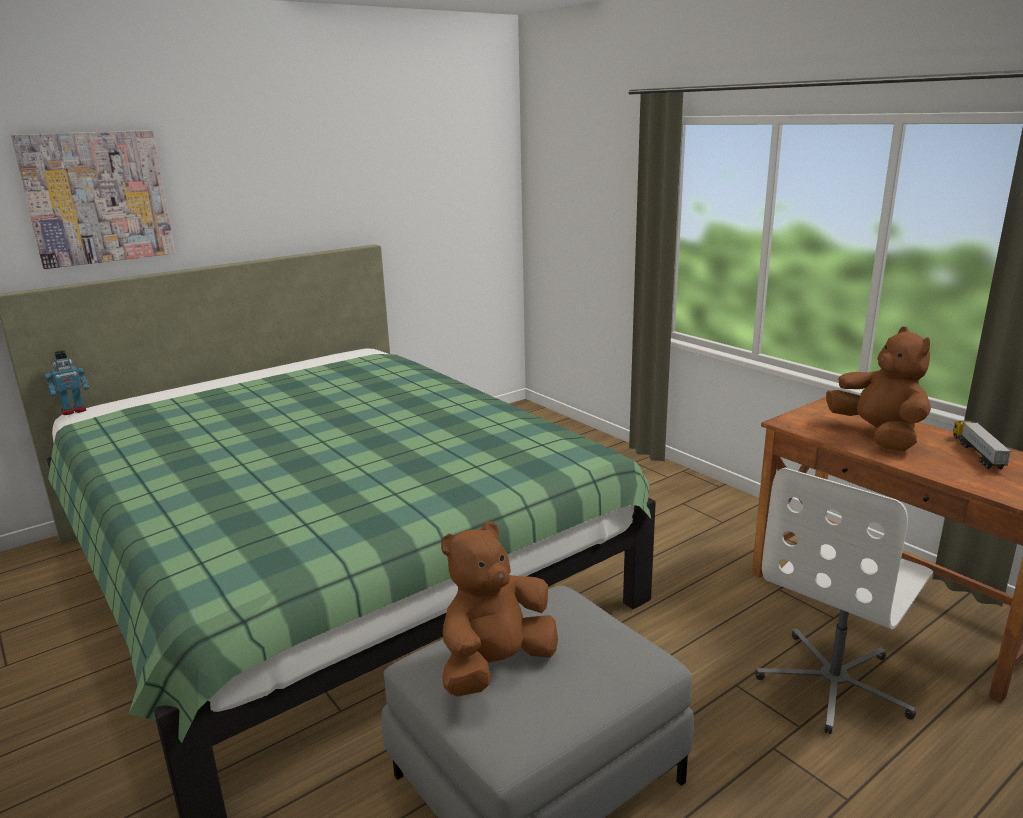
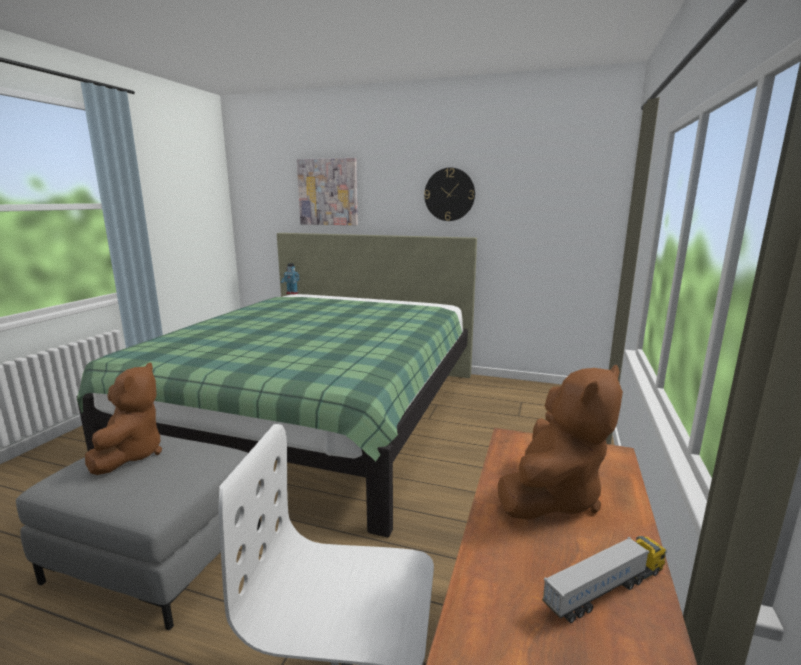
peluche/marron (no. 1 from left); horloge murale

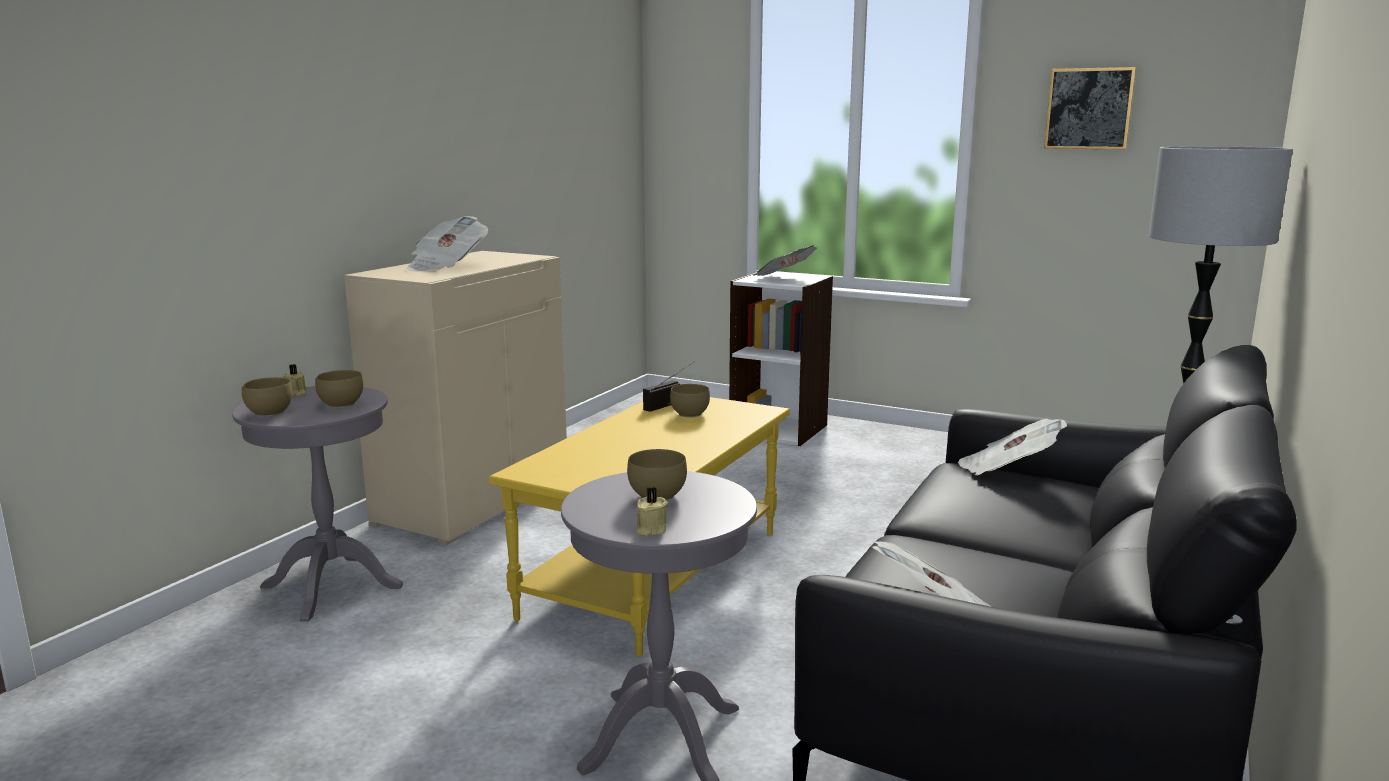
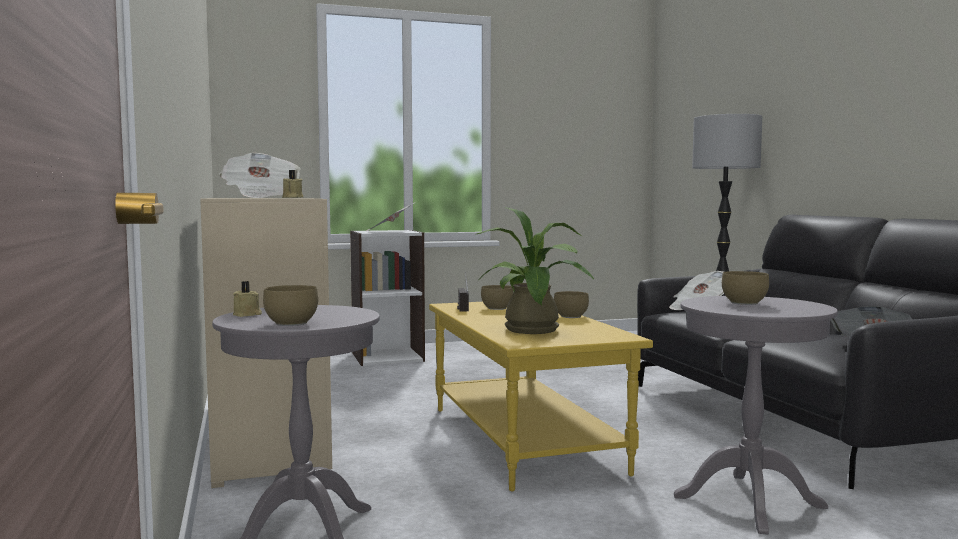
bougie/beige (no. 2 from left); plante en pot; bol/marron (no. 3 from left); tableau

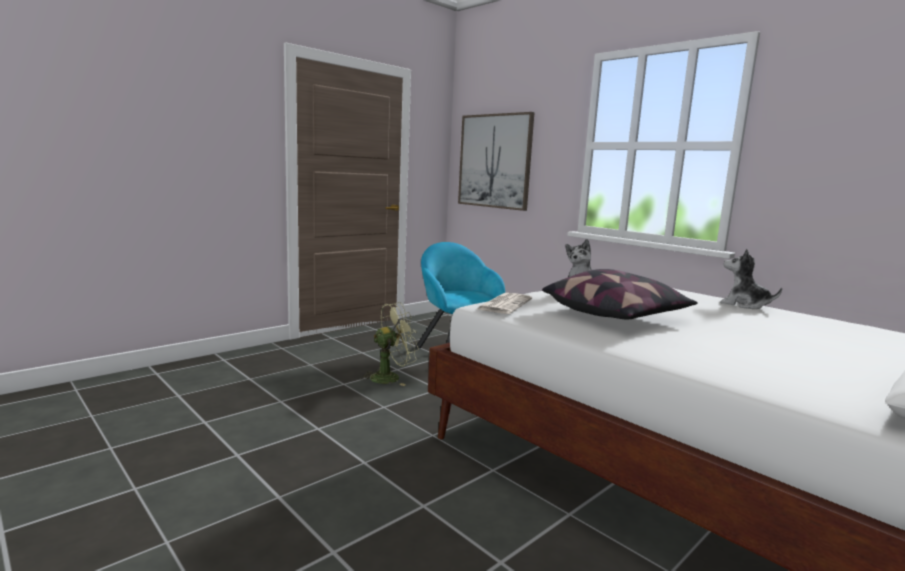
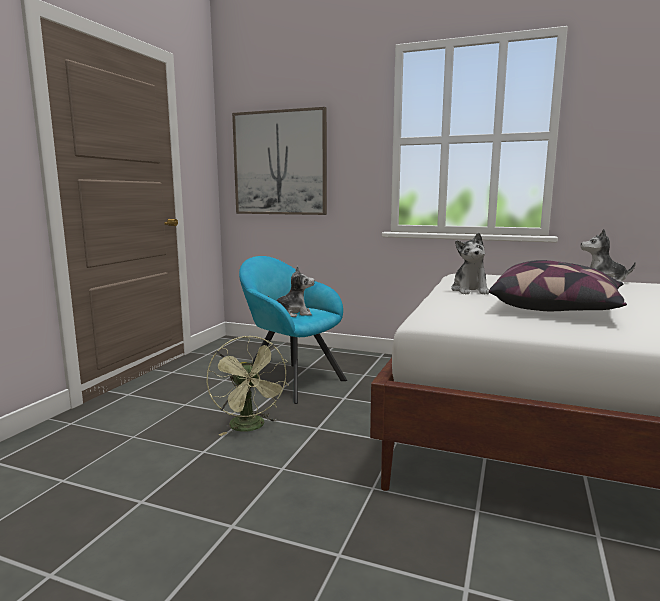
ventilateur/vert; peluche (no. 1 from left); journal

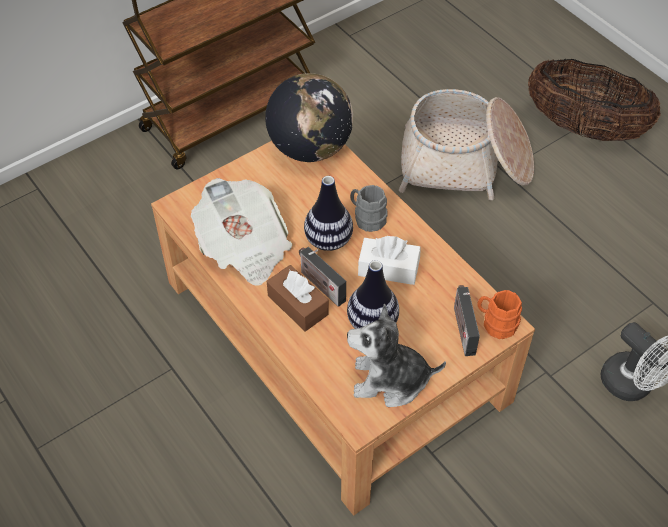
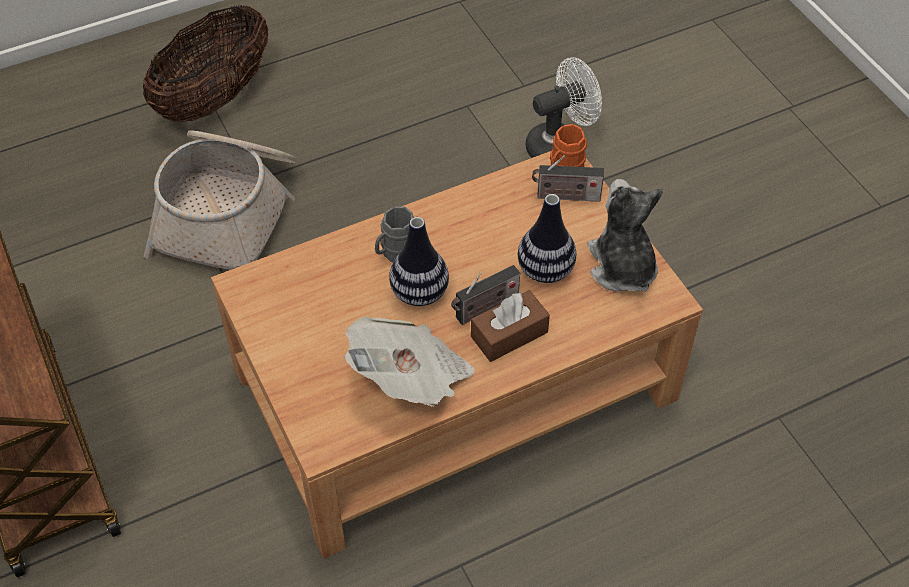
peluche; globe; boîte à mouchoirs/blanc

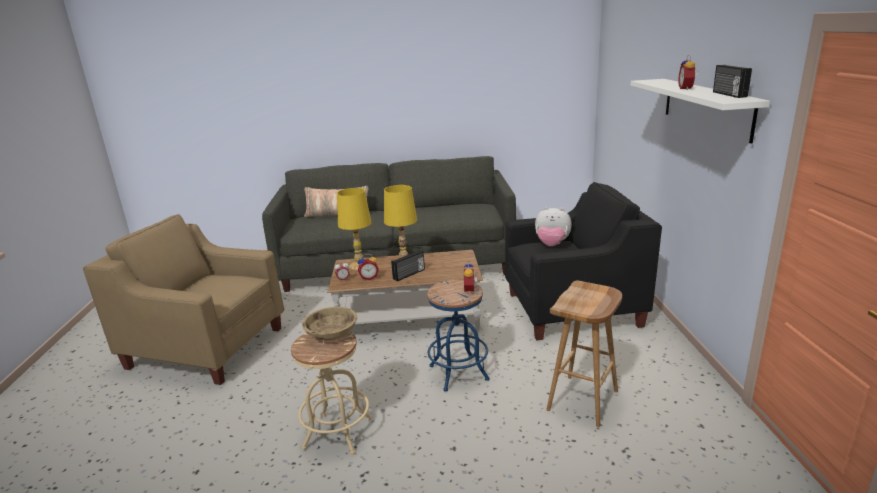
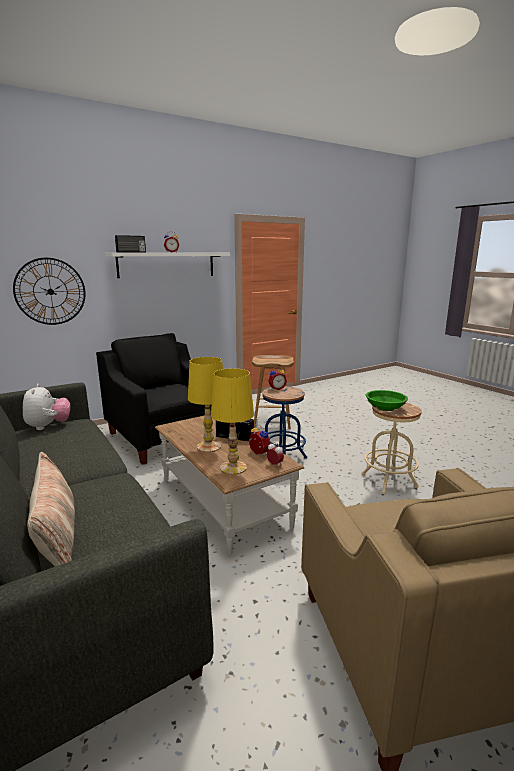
horloge murale; peluche; radio (no. 1 from left); bol/vert

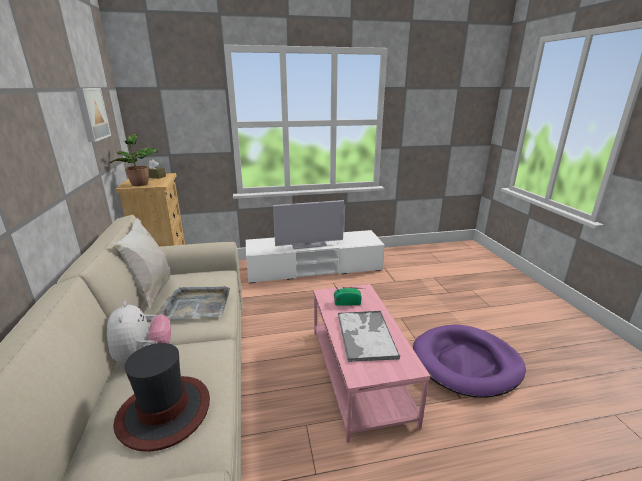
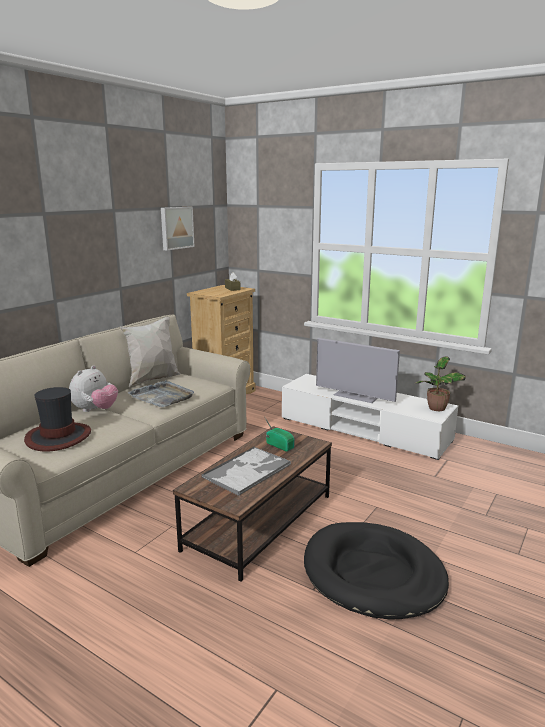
table basse/marron; panier pour chien/noir; plante en pot

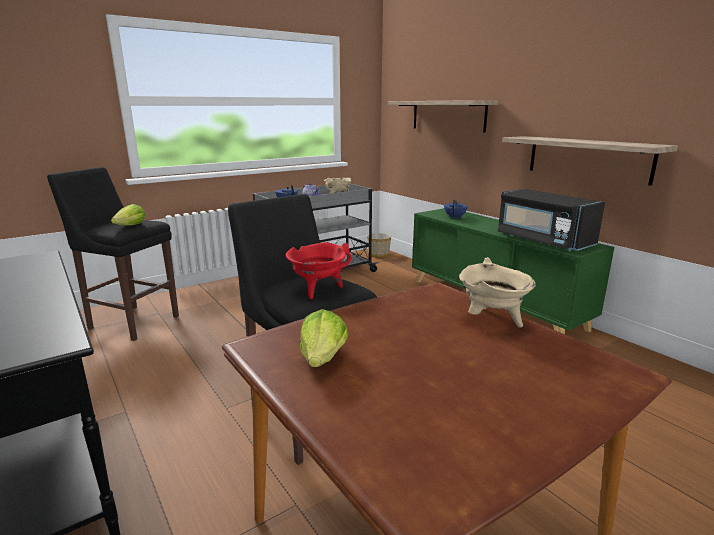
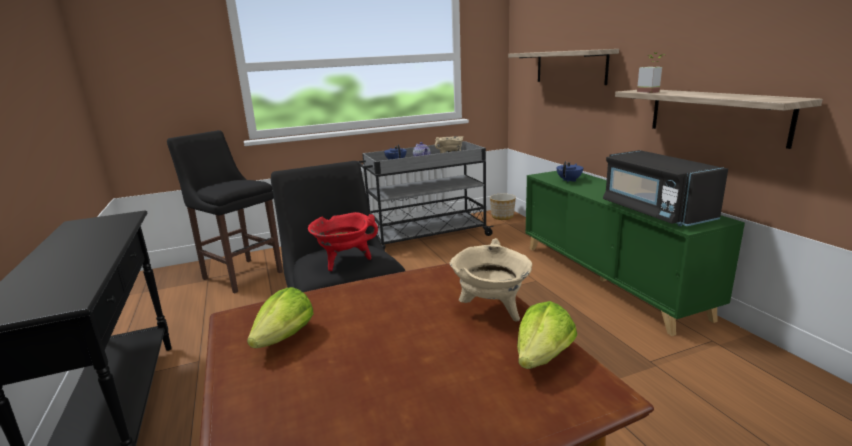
laitue (no. 2 from left); plante en pot

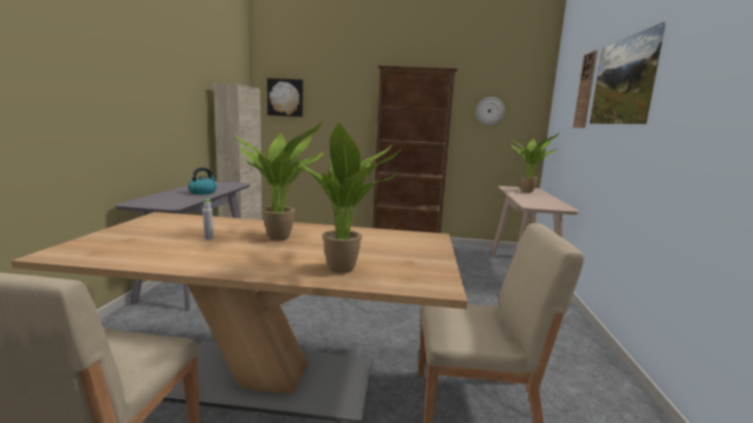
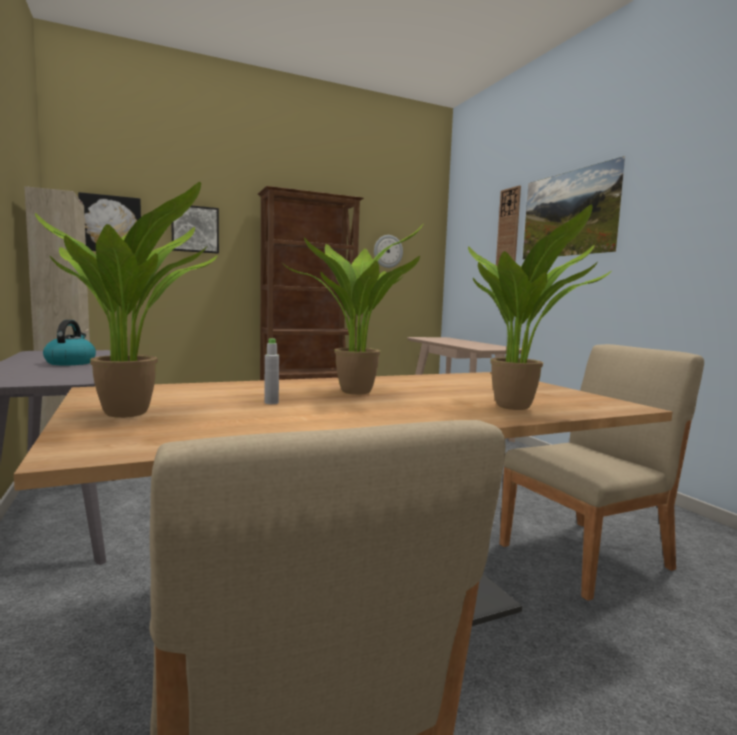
plante en pot (no. 1 from left); tableau (no. 2 from left)

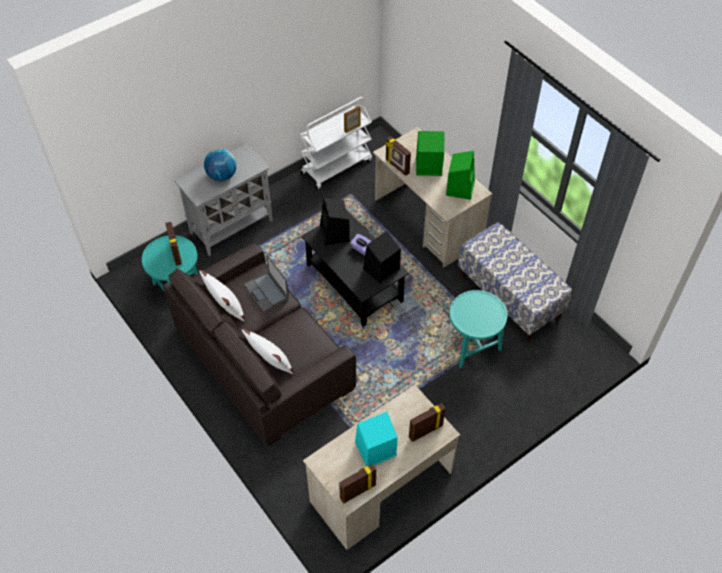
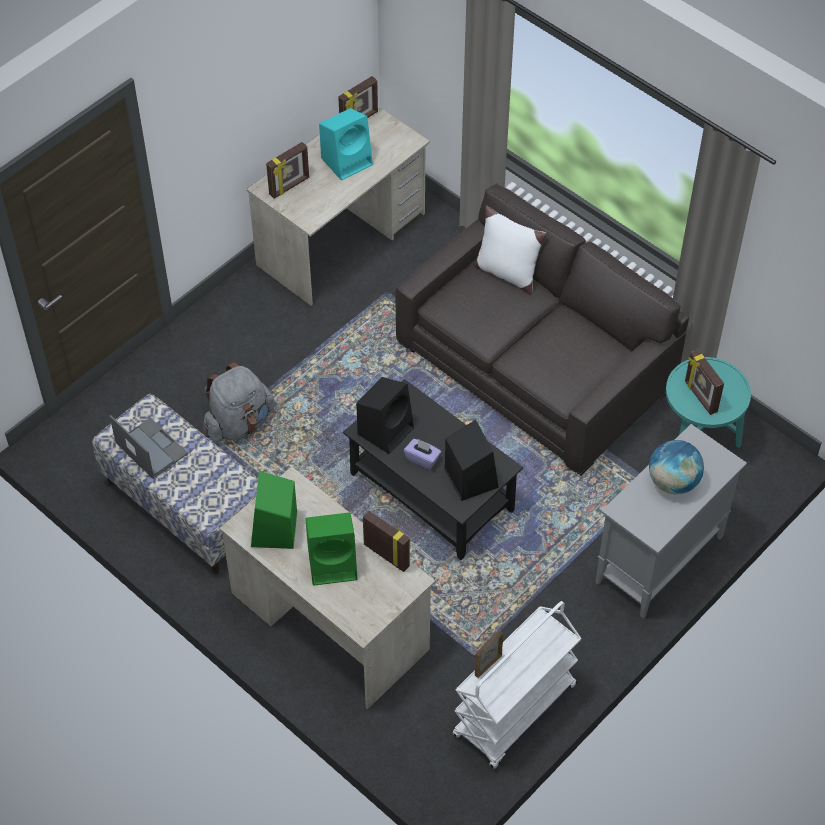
ordinateur portable; sac à dos/gris; coussin/blanc (no. 1 from left in the first image)

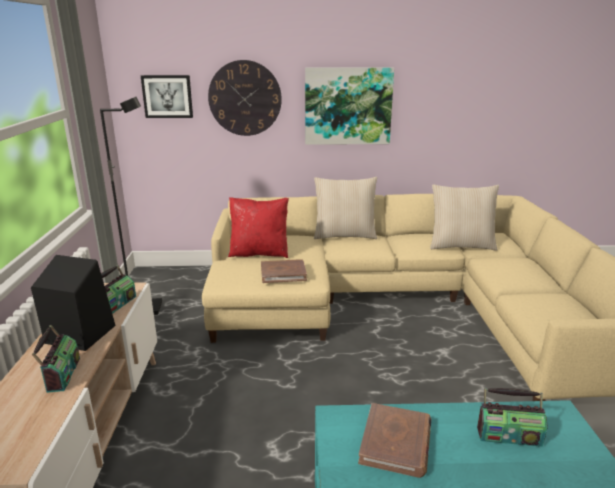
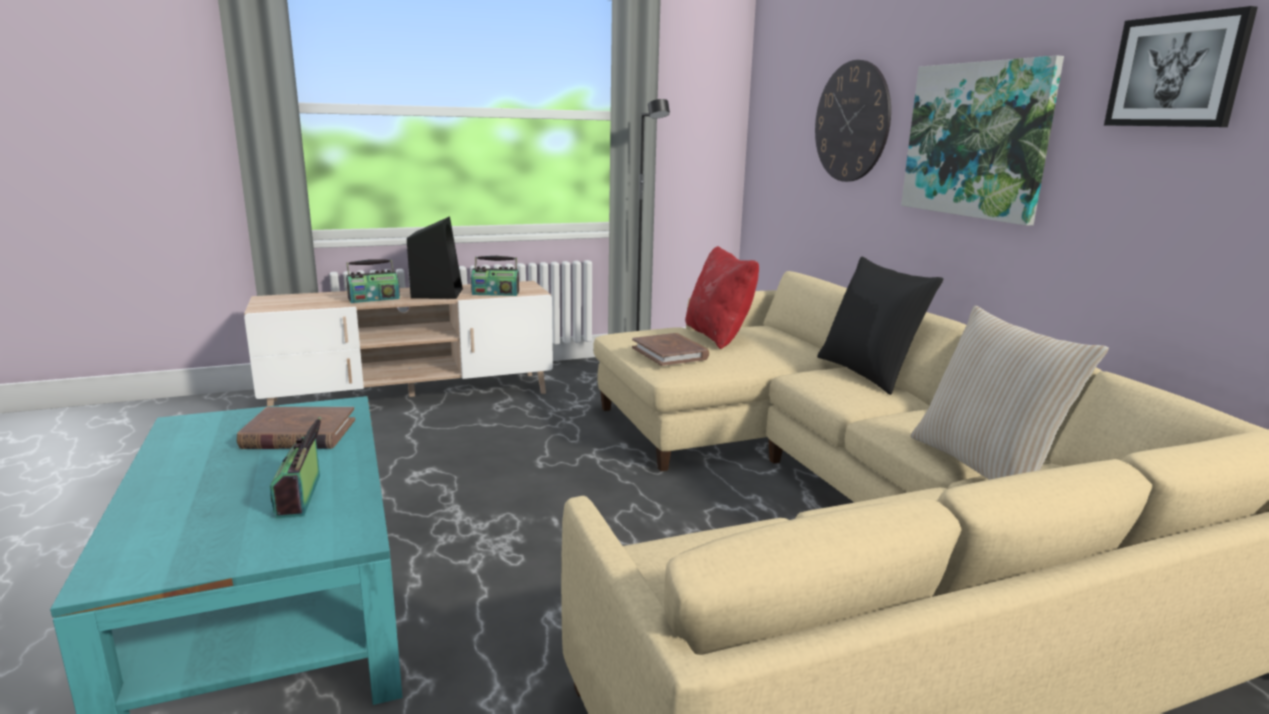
coussin/noir; tableau (no. 2 from left)

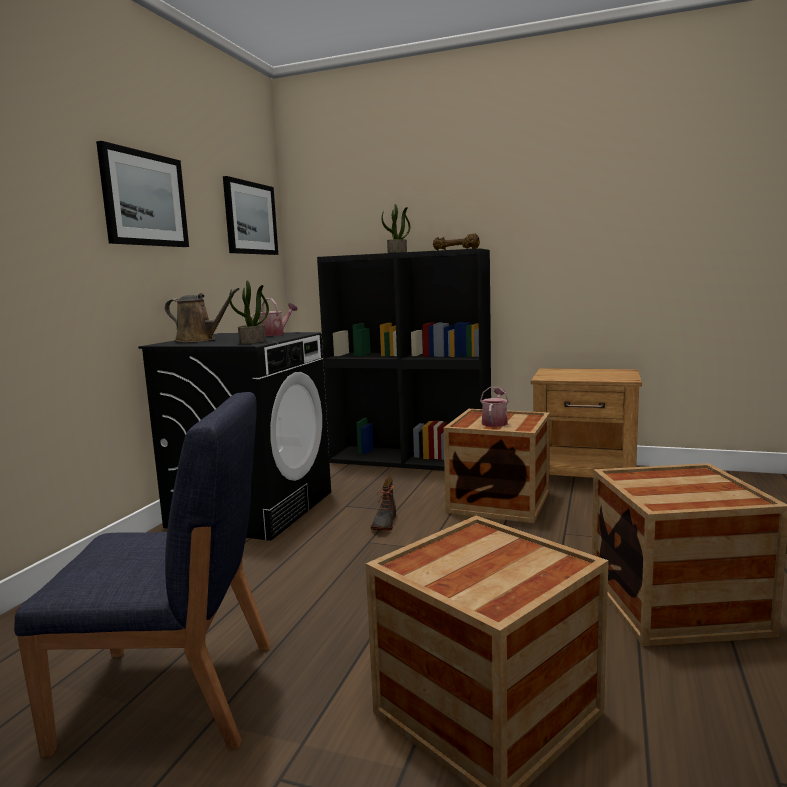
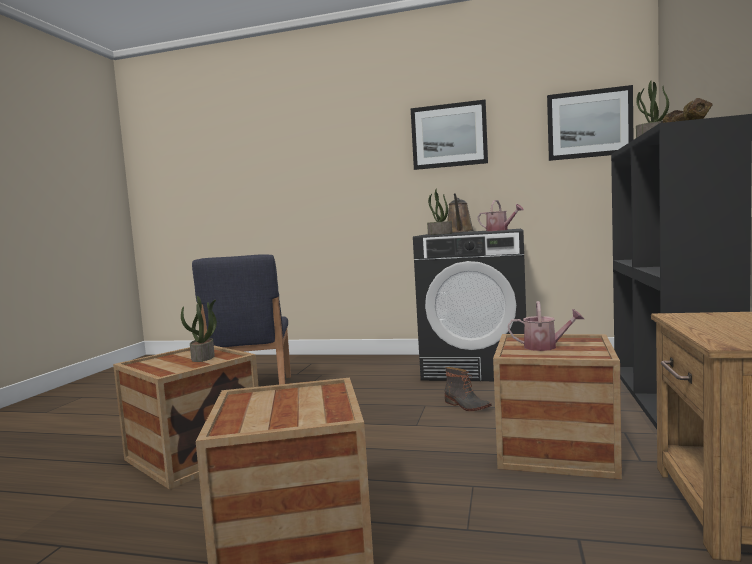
plante en pot (no. 1 from left); botte

